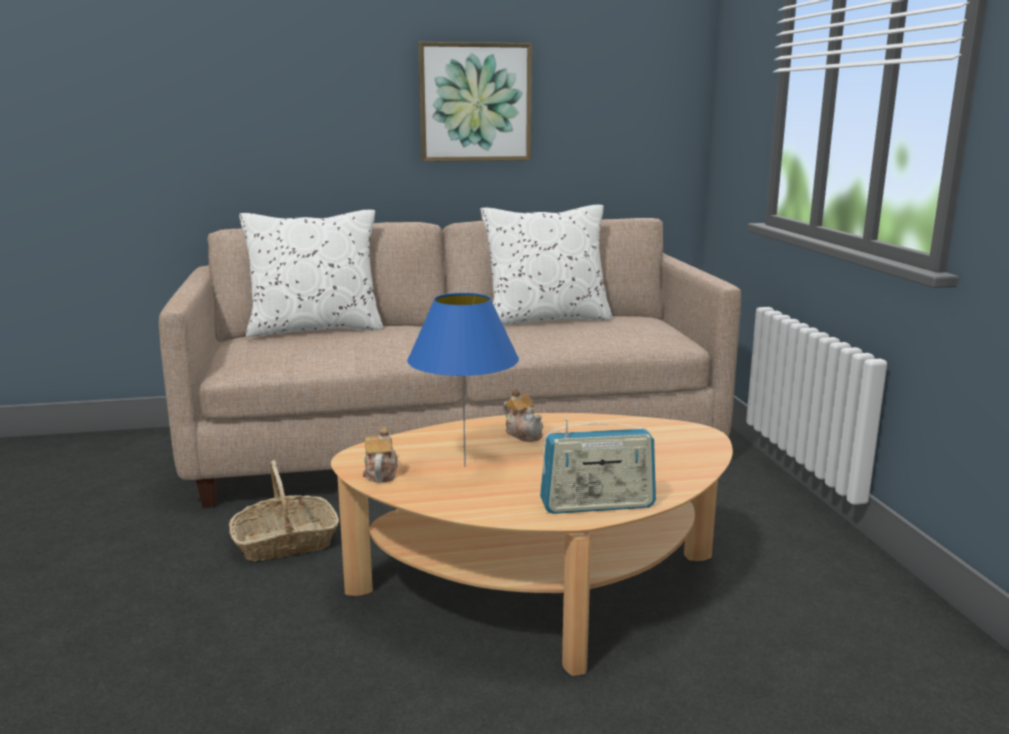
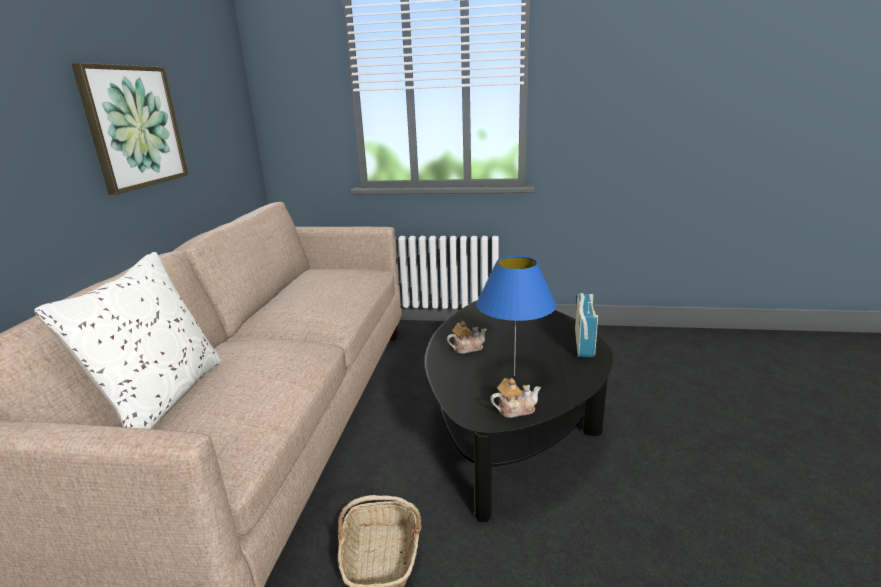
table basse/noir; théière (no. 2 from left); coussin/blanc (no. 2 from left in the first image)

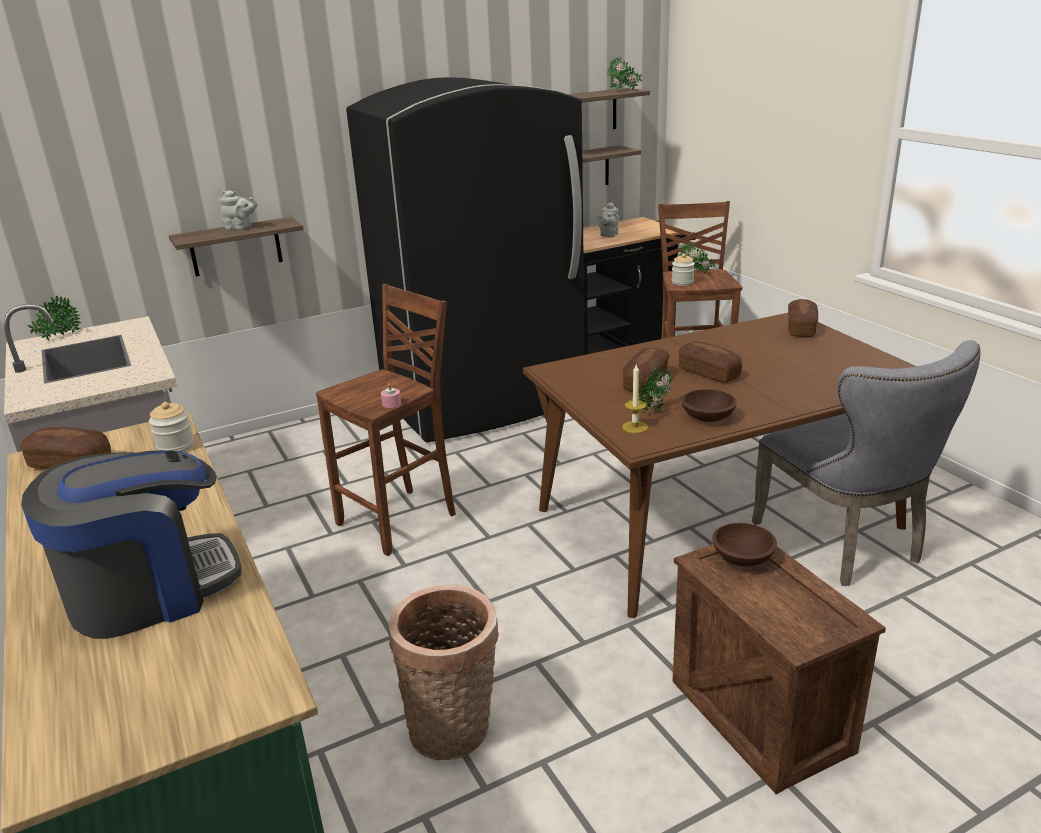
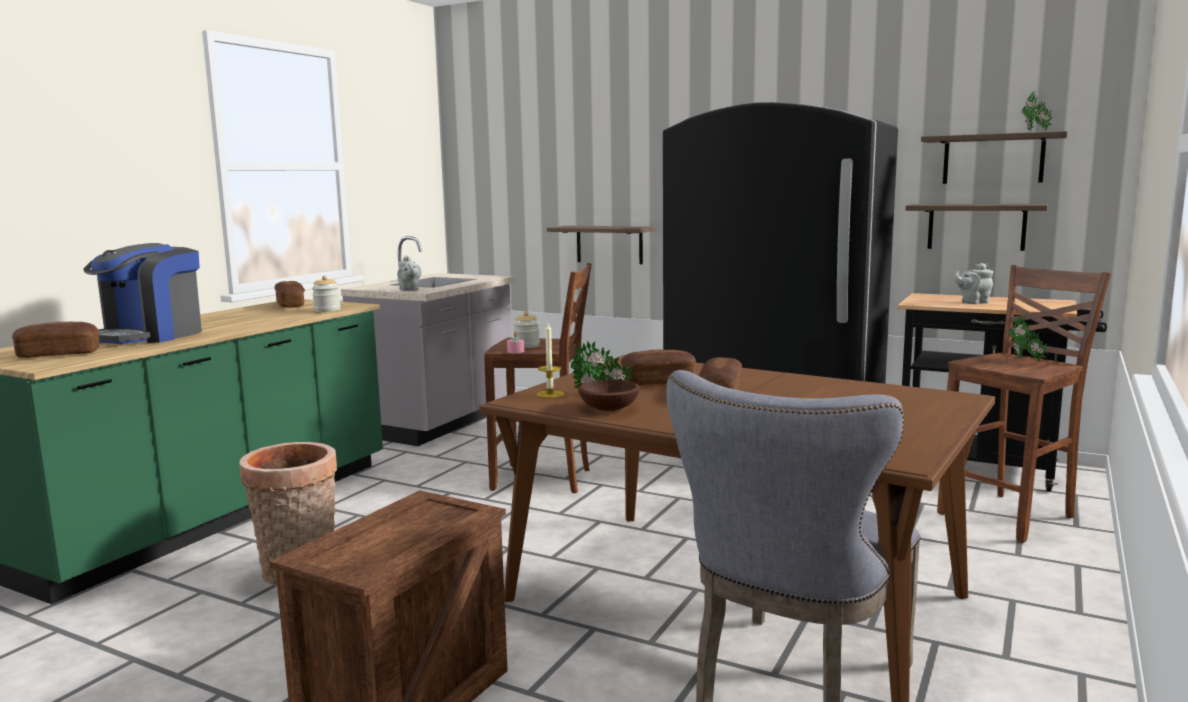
pain (no. 1 from left); machine à café; théière/gris (no. 1 from left); bocal (no. 2 from left); plante en pot (no. 1 from left in the first image); bol/marron (no. 2 from left in the first image)

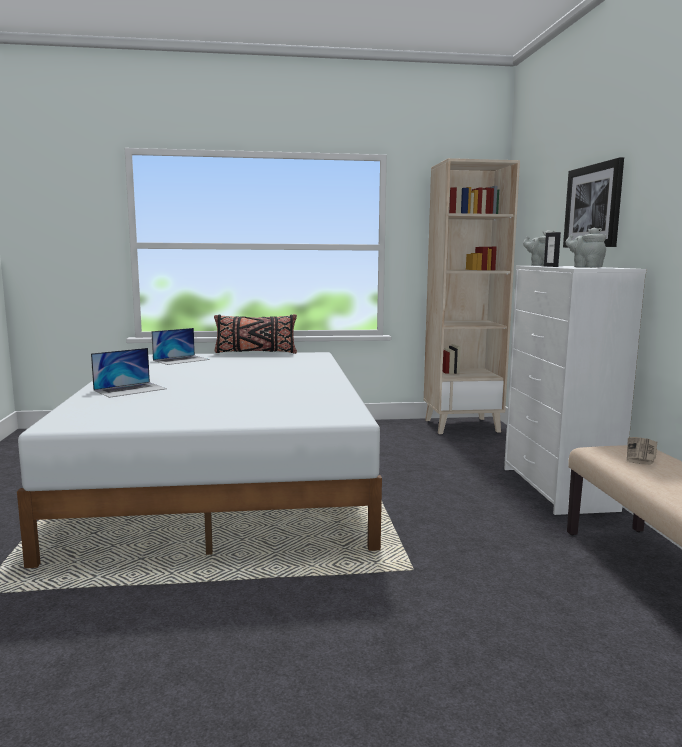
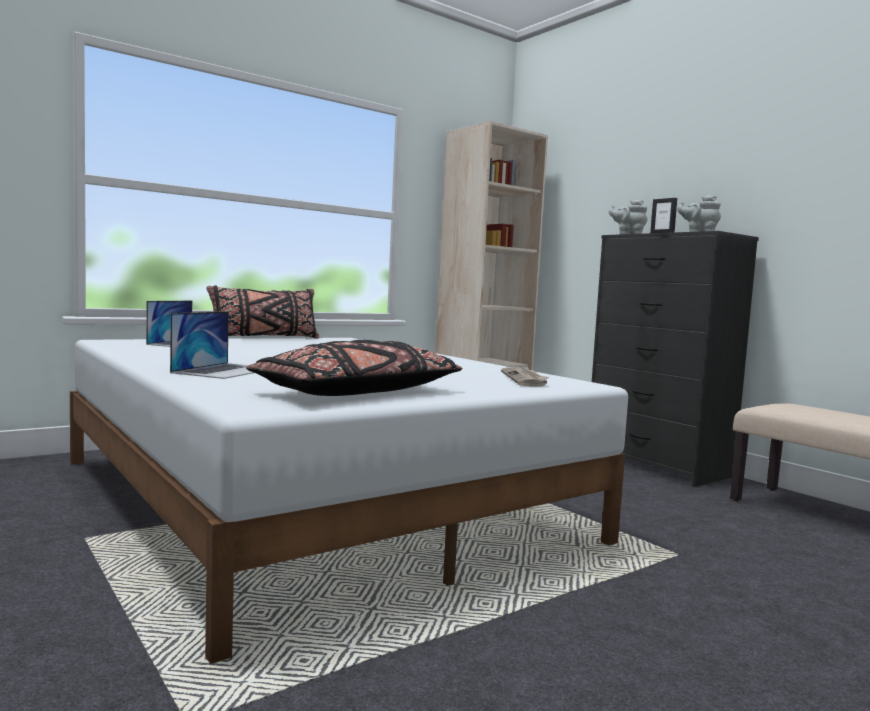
coussin/noir (no. 2 from left); journal; commode/noir; tableau

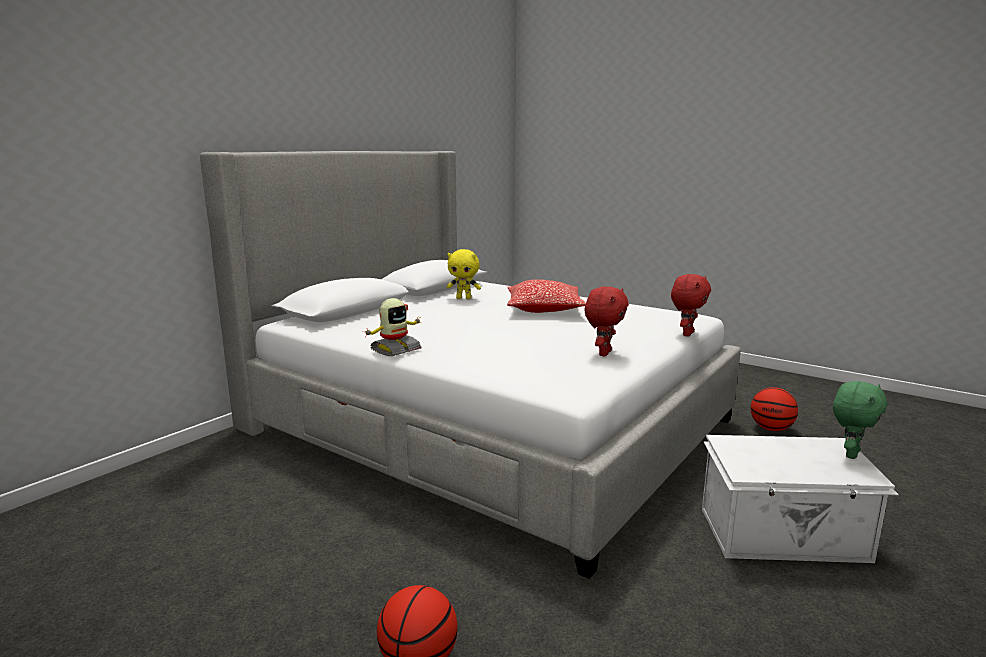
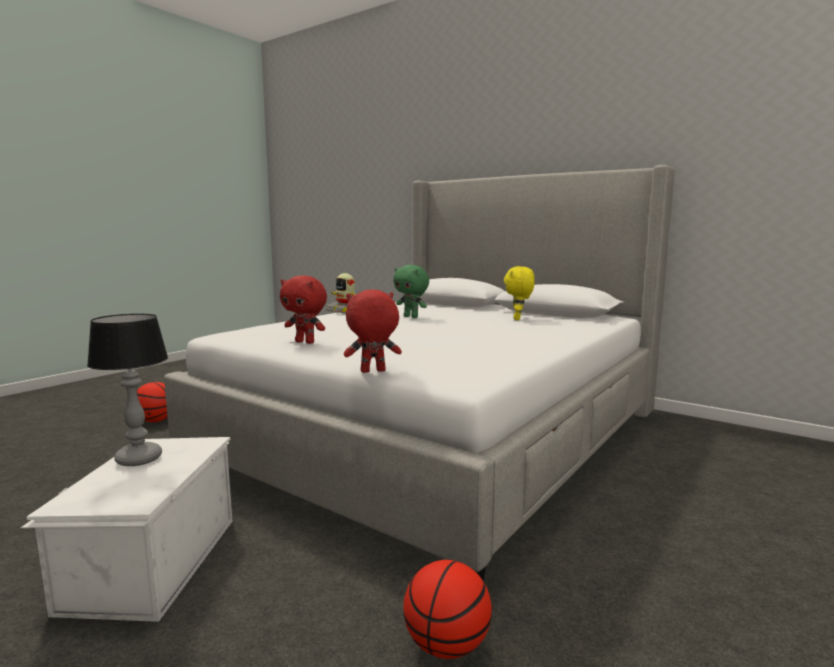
lampe de table; peluche/rouge (no. 2 from left); peluche/vert; coussin

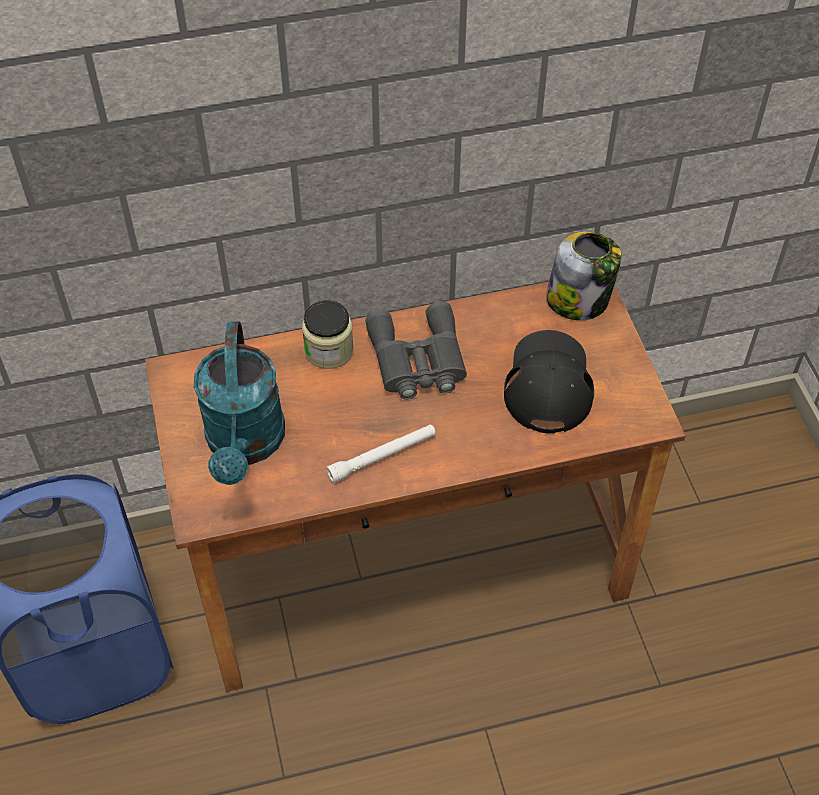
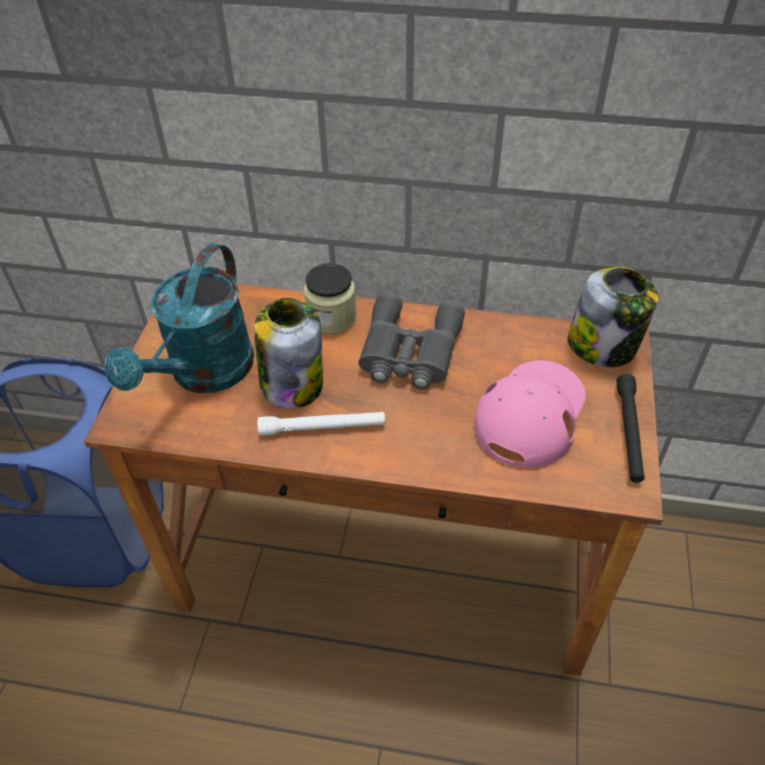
bocal (no. 1 from left); casquette/rose; lampe de poche/noir

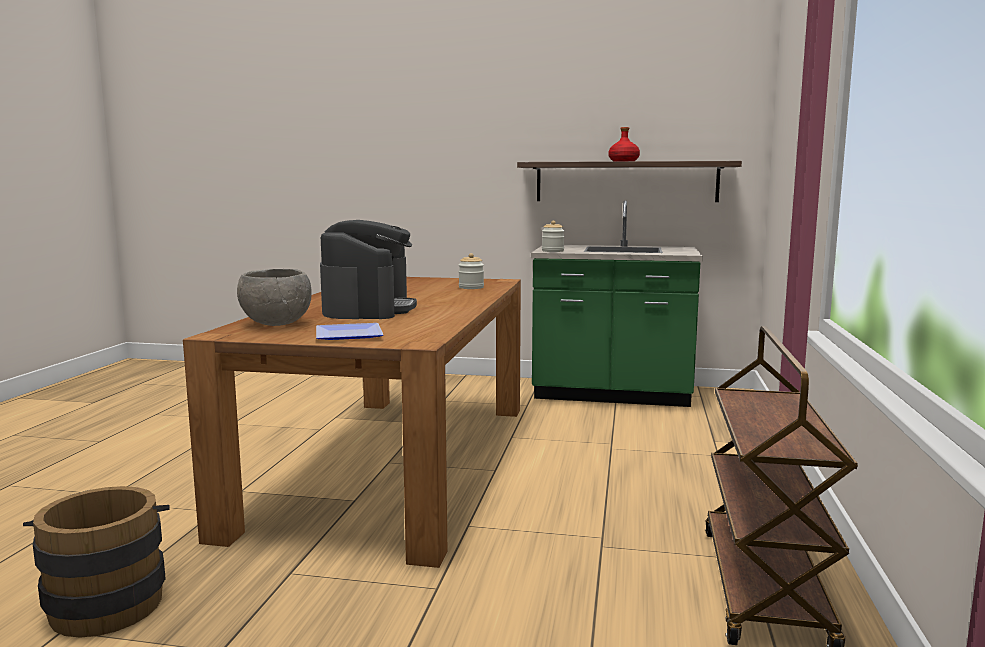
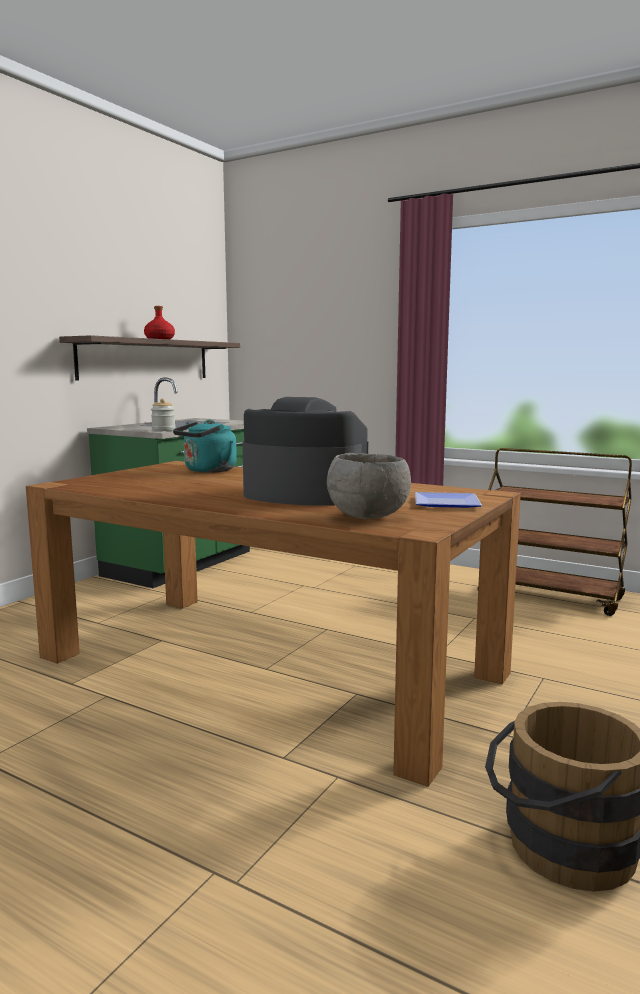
bouilloire/turquoise

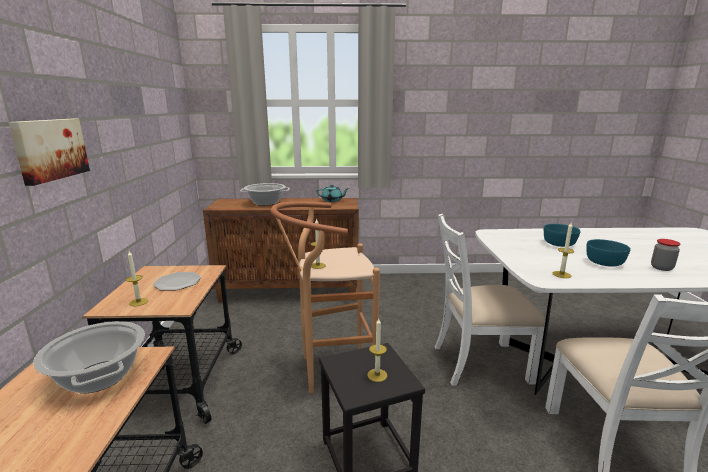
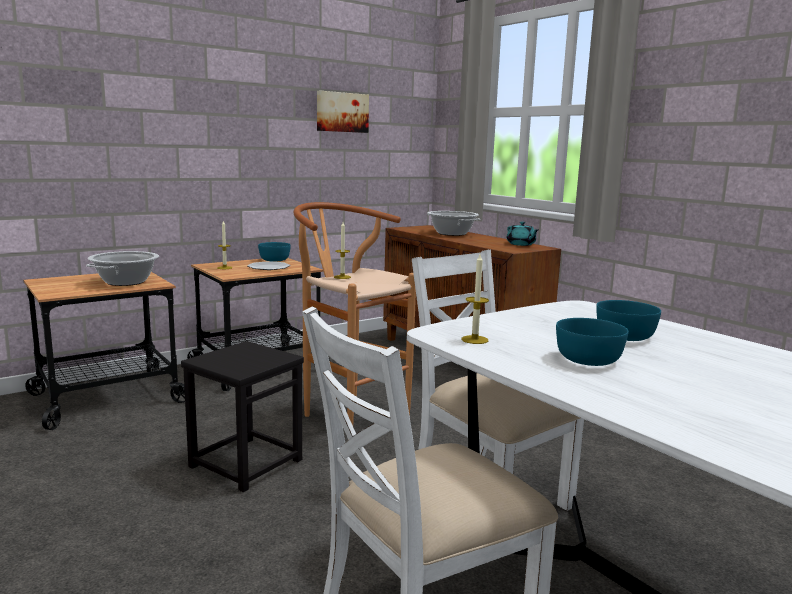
bol/turquoise (no. 1 from left); tableau; bougie (no. 3 from left in the first image); bocal

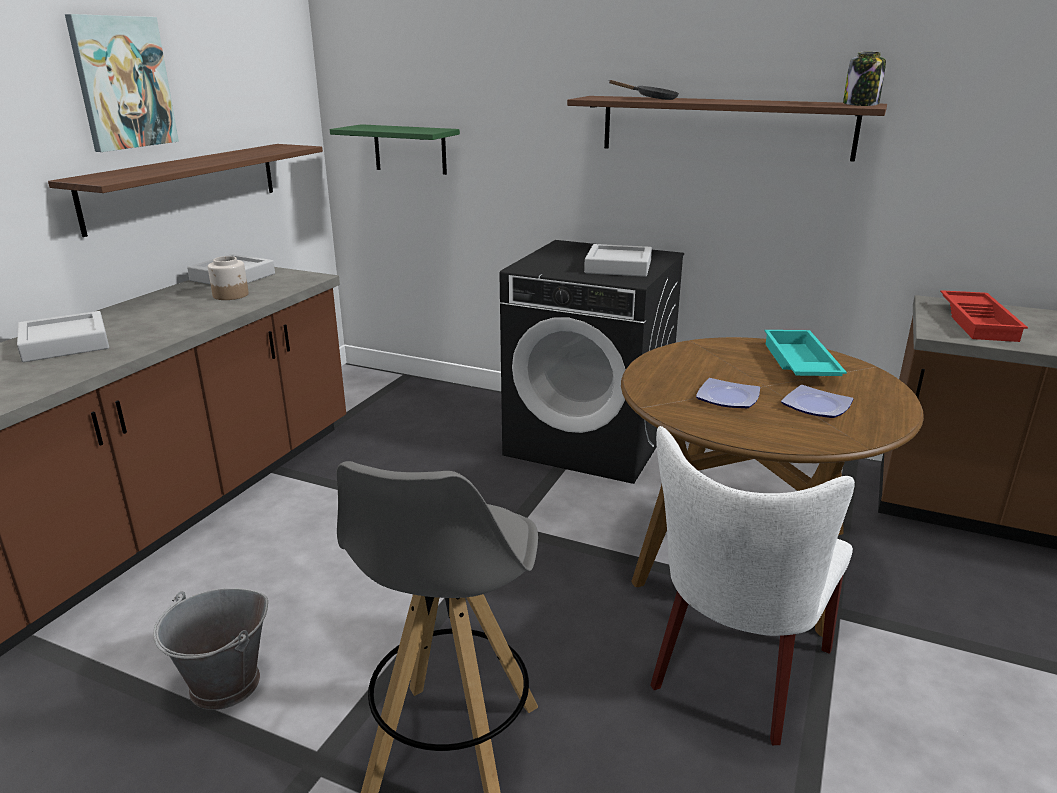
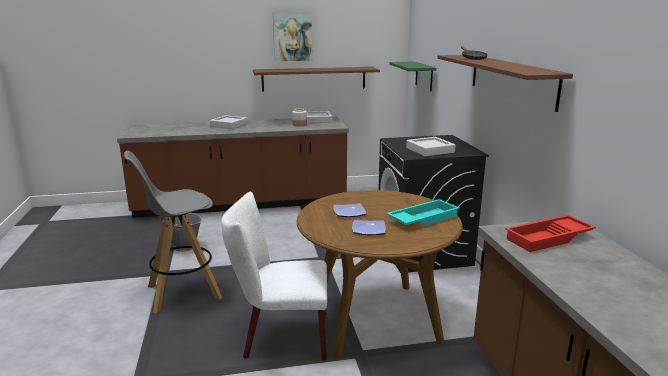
bocal (no. 2 from left in the first image)

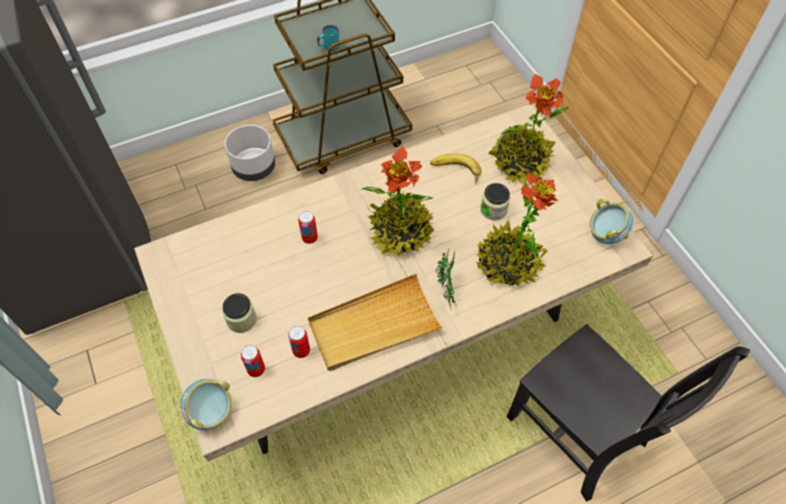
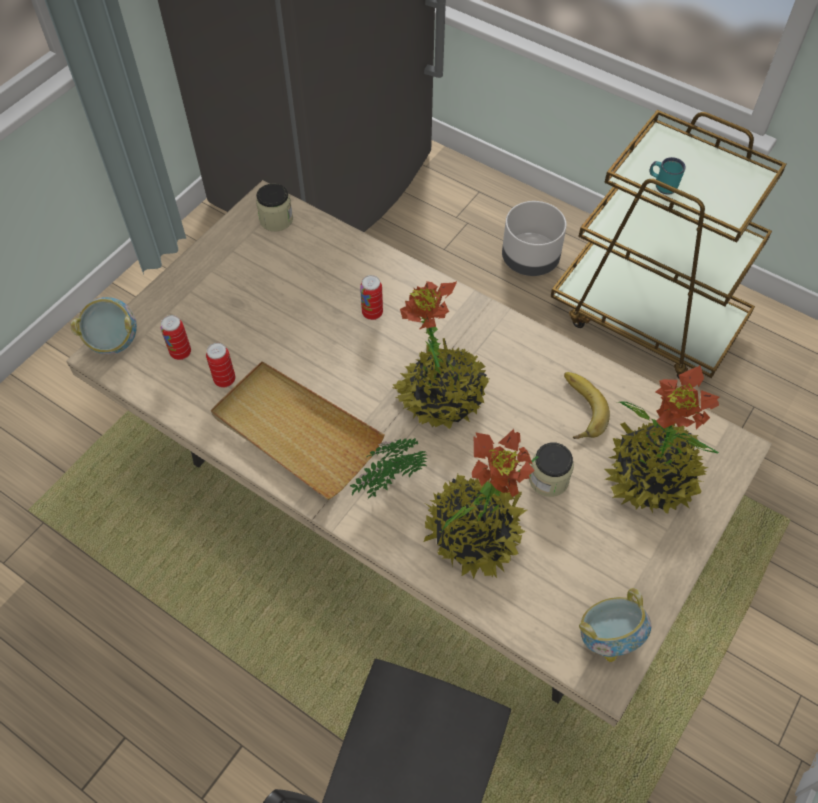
bocal (no. 1 from left)

